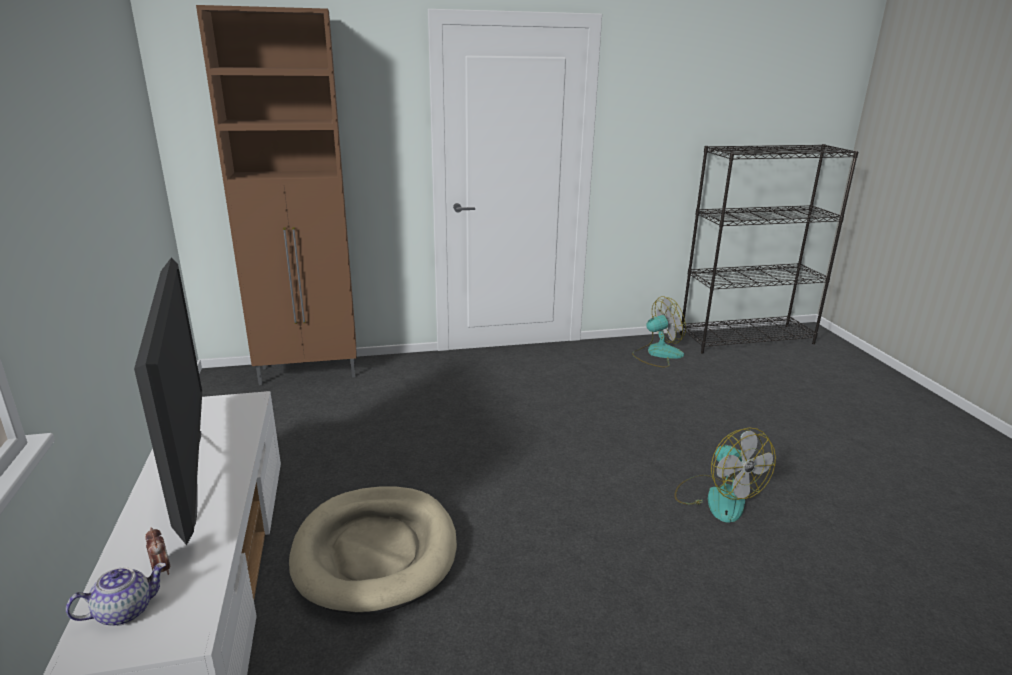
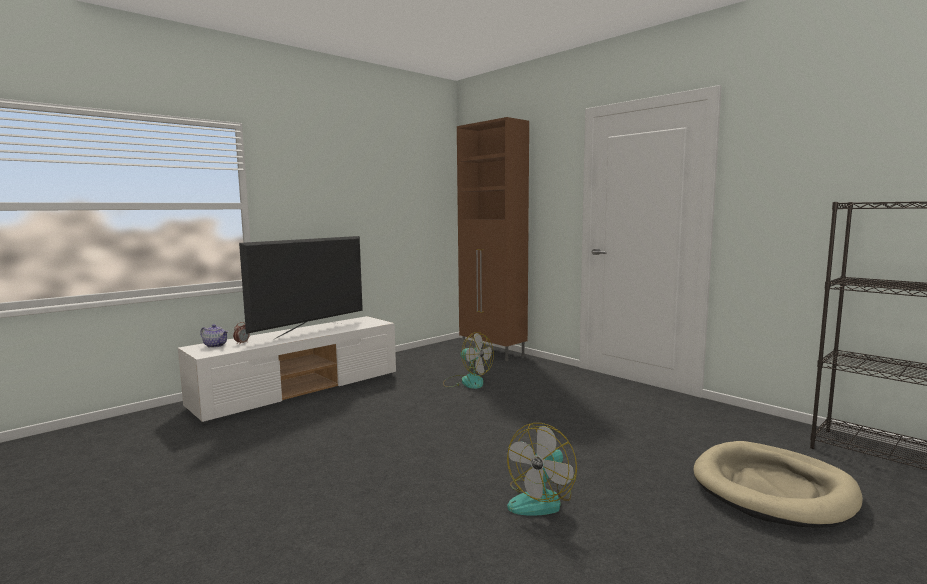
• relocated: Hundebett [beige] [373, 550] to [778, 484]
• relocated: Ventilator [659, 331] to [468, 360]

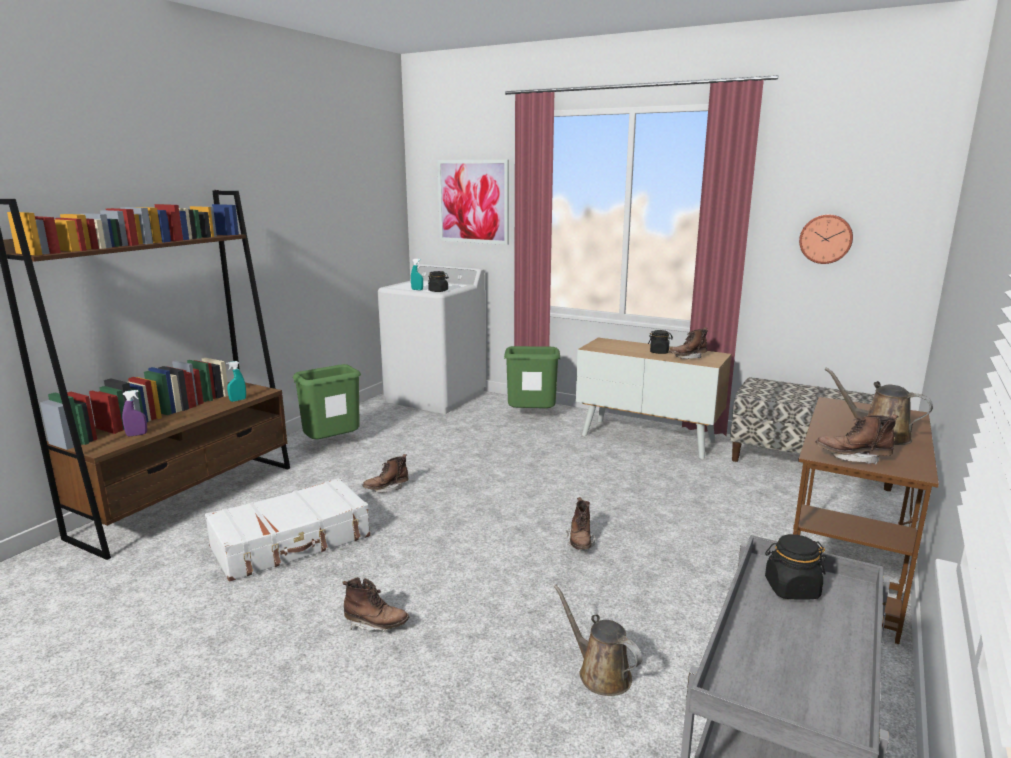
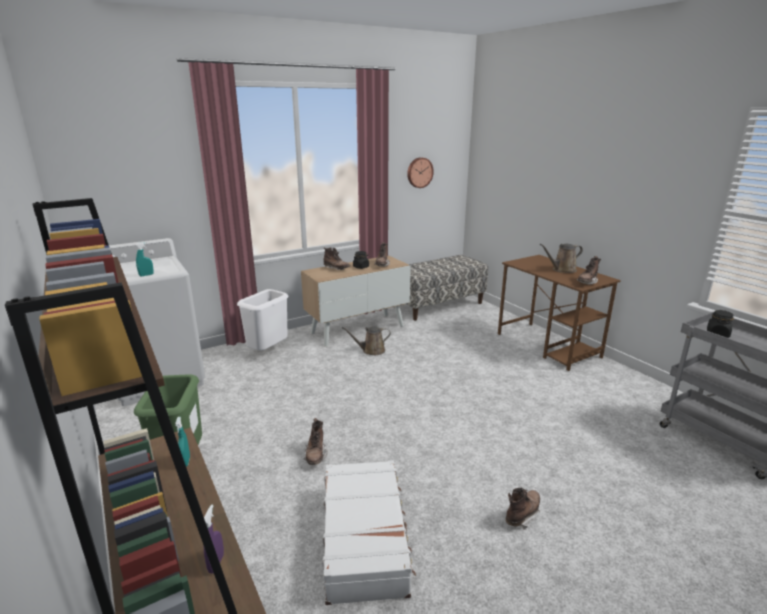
• missing: Vorratsglas [schwarz] [438, 281]
• missing: Bild [473, 202]
• colour: Mülleimer [grün] [532, 377] to Mülleimer [weiß] [263, 319]
• relocated: Gießkanne [braun] [598, 640] to [366, 340]
• relocated: Stiefel [braun] [580, 523] to [337, 259]

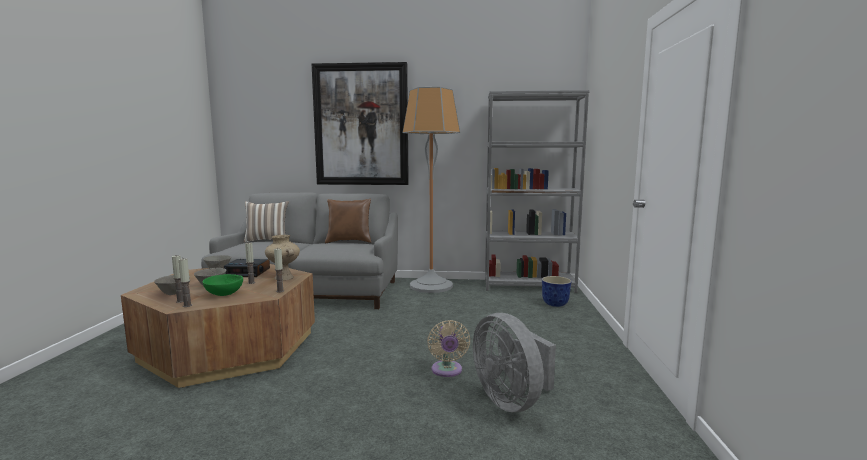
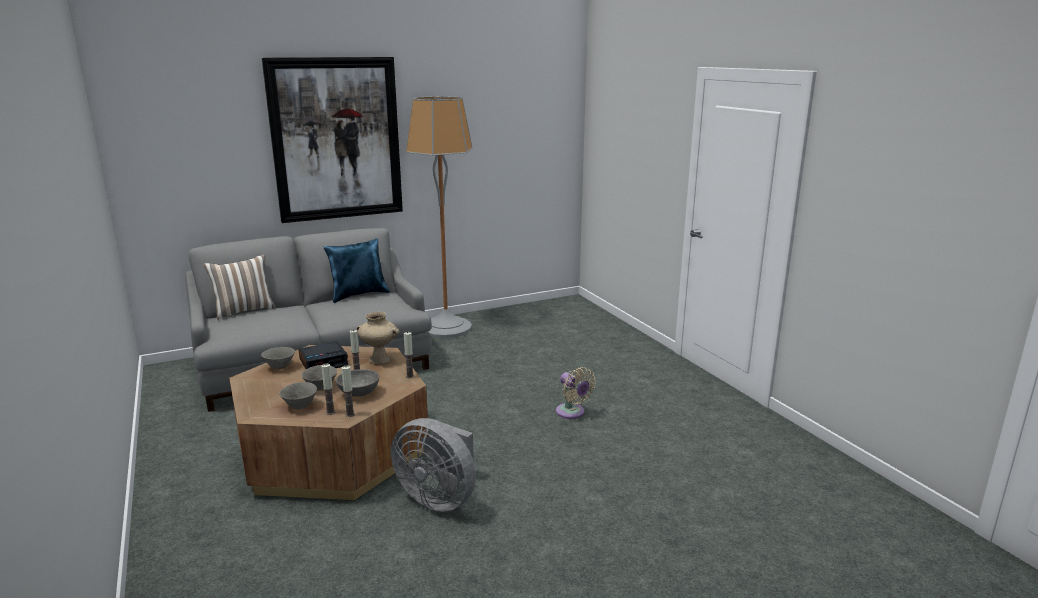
• colour: Schüssel [grün] [222, 285] to Schüssel [grau] [357, 383]
• colour: Kissen [braun] [348, 221] to Kissen [blau] [357, 270]
• relocated: Ventilator [grau] [514, 362] to [433, 465]
• missing: Bücherregal [grau] [537, 191]
• missing: Pflanzkübel [556, 291]

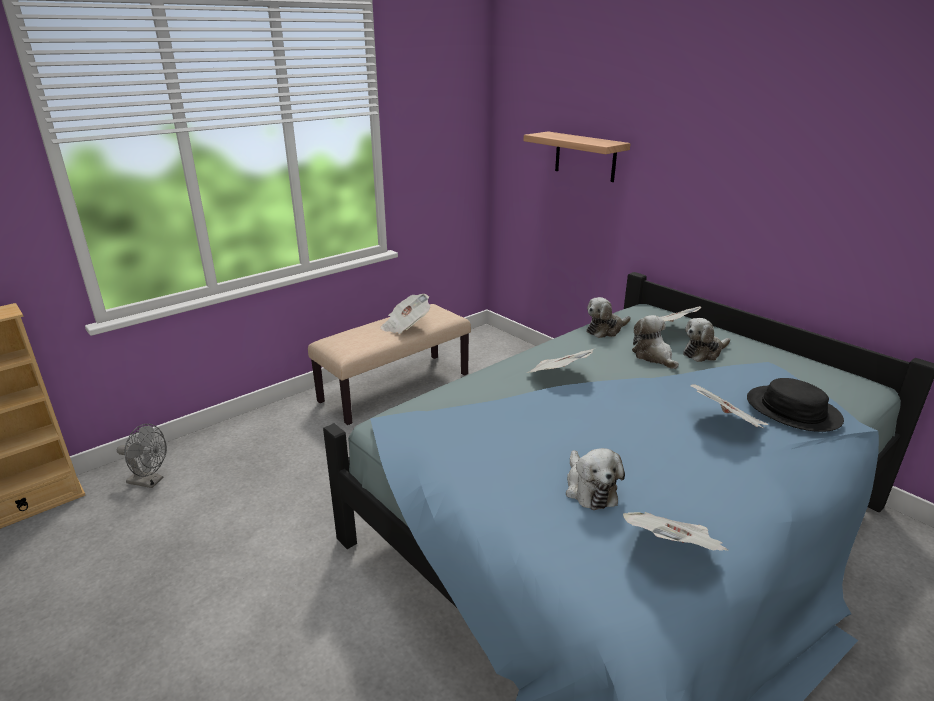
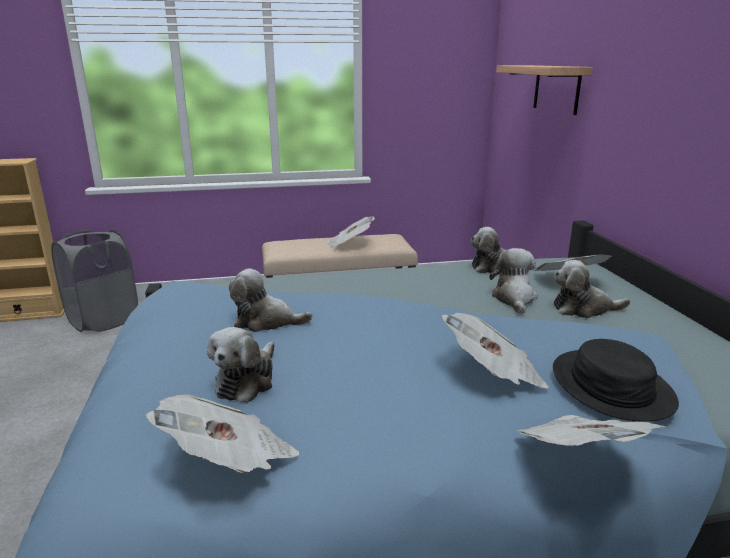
• exchanged: Ventilator [grau] [142, 456] to Wäschekorb [grau] [94, 281]
• relocated: Zeitung [560, 361] to [591, 430]
• appeared: Plüschtier [271, 300]

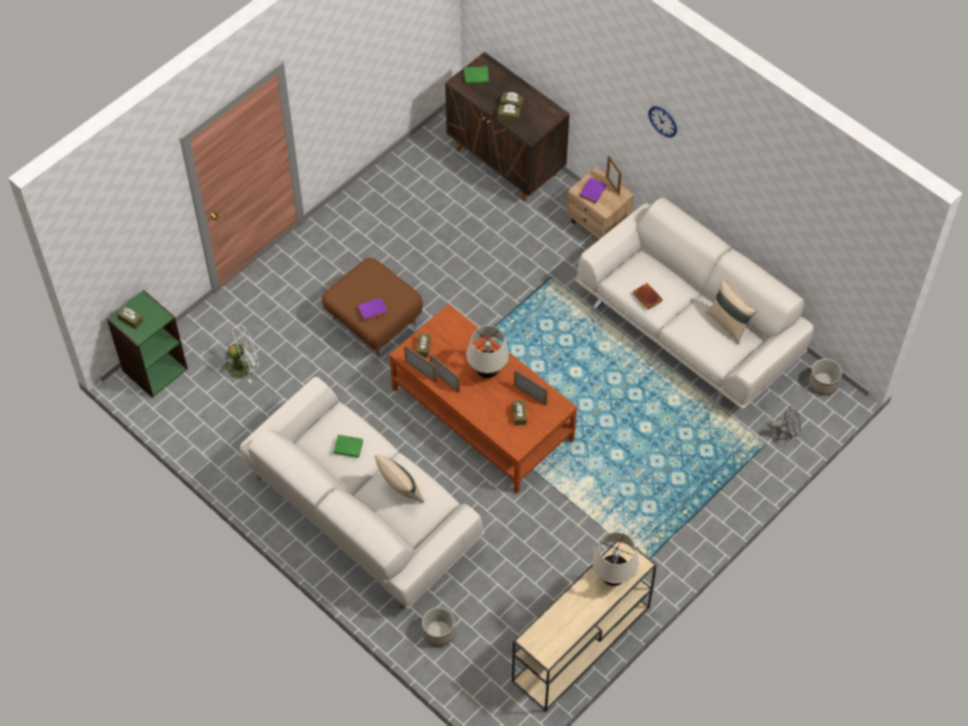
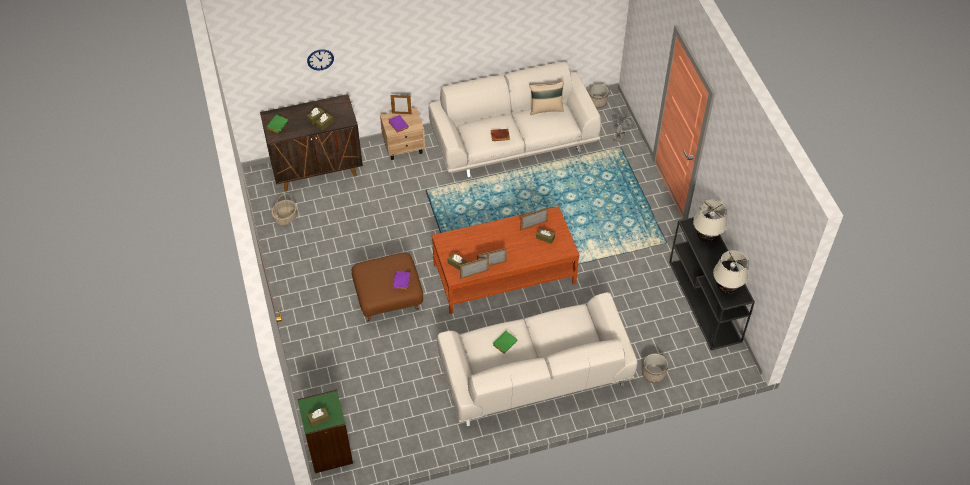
• missing: Ventilator [weiß] [239, 354]
• missing: Kissen [beige] [399, 479]
• relocated: Tischlampe [beige] [487, 352] to [730, 272]
• colour: Konsolentisch [beige] [584, 627] to Konsolentisch [schwarz] [712, 282]
• relocated: Wanduhr [662, 122] to [320, 60]
• appeared: Korb [284, 209]

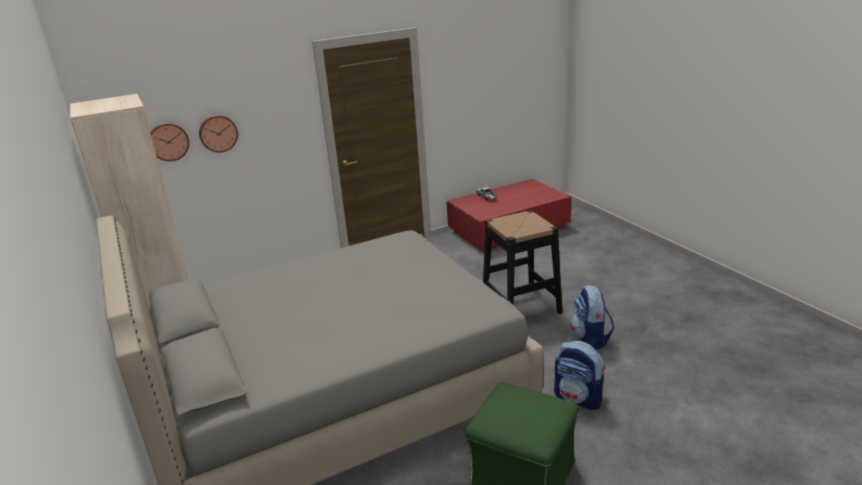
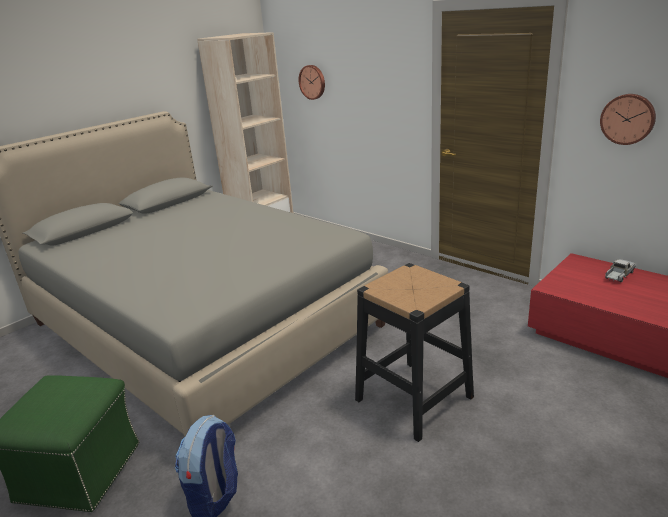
• relocated: Wanduhr [218, 134] to [628, 119]
• missing: Rucksack [593, 317]

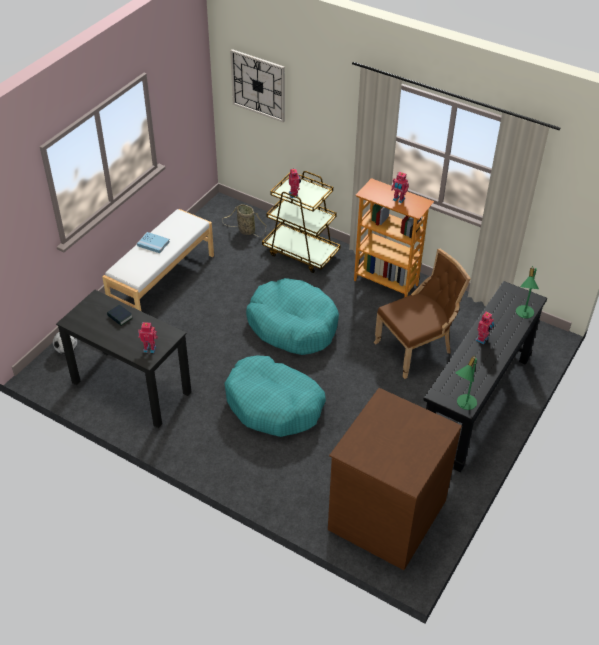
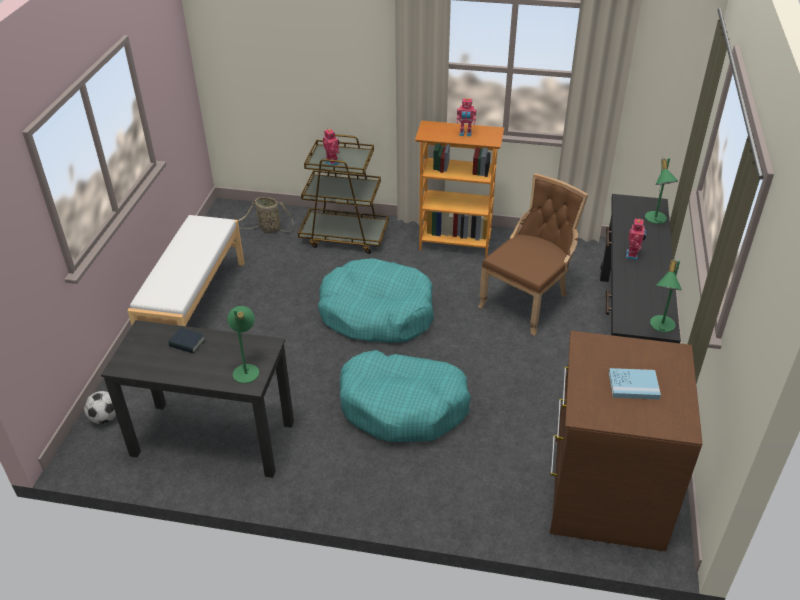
• relocated: Buch [blau] [153, 242] to [635, 384]
• exchanged: Spielzeugroboter [148, 337] to Tischlampe [grün] [243, 344]
• missing: Wanduhr [257, 85]

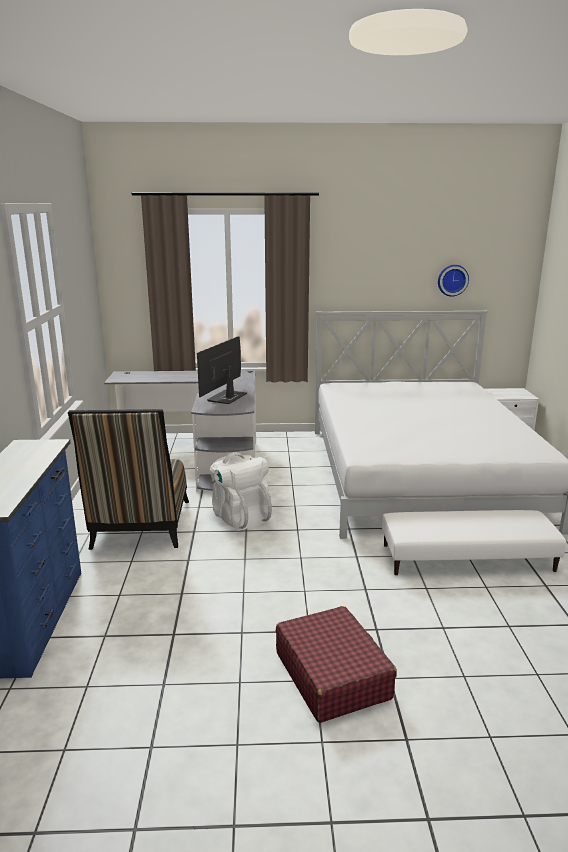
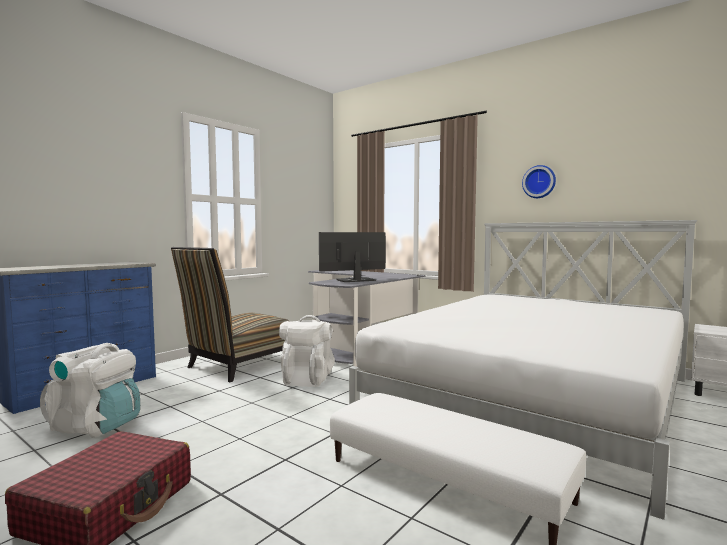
• relocated: Wanduhr [453, 281] to [539, 181]
• appeared: Rucksack [weiß] [90, 390]

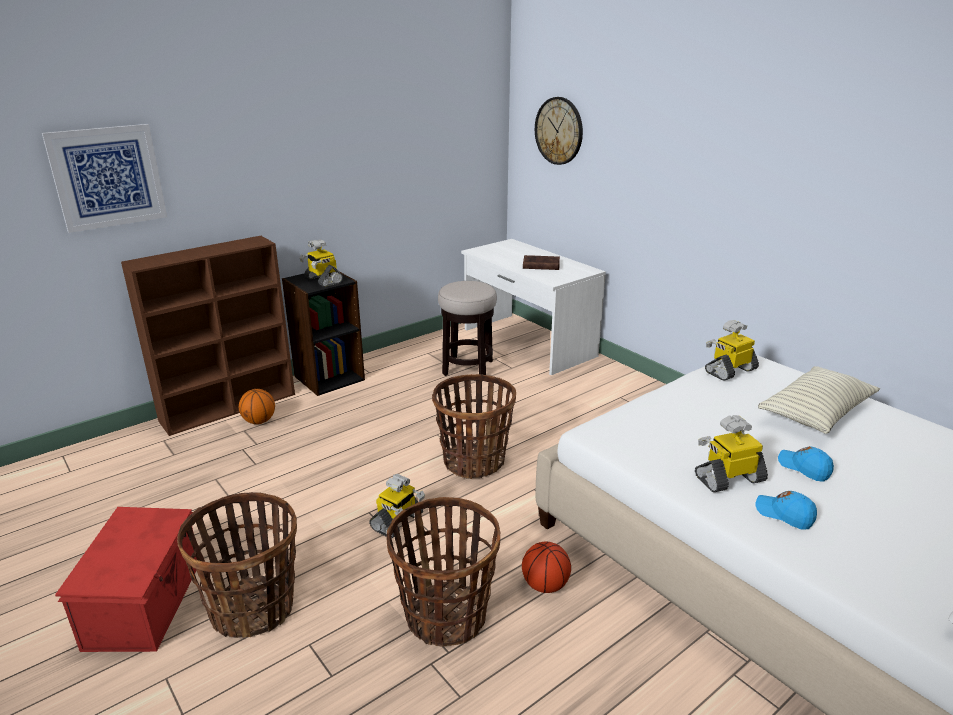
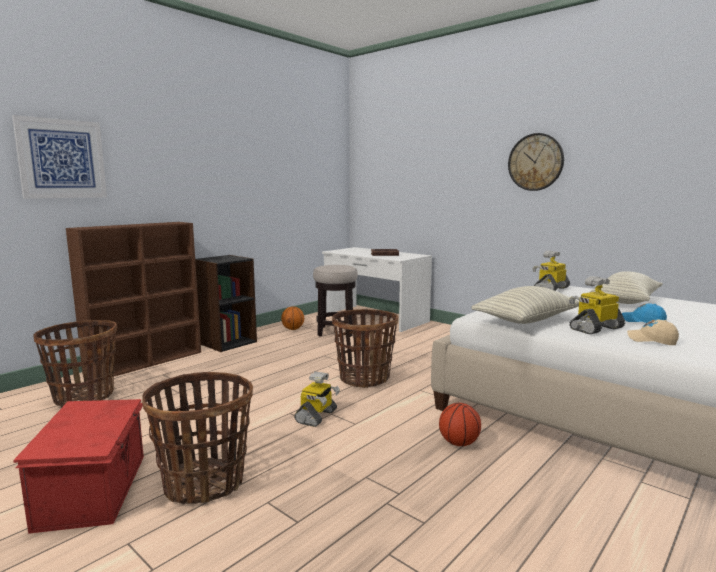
• relocated: Basketball [257, 406] to [292, 318]
• missing: Spielzeugroboter [321, 263]
• relocated: Korb [443, 572] to [75, 363]
• relocated: Wanduhr [559, 131] to [536, 162]
• colour: Kappe [blau] [786, 510] to Kappe [beige] [653, 332]
• appeared: Kissen [525, 305]

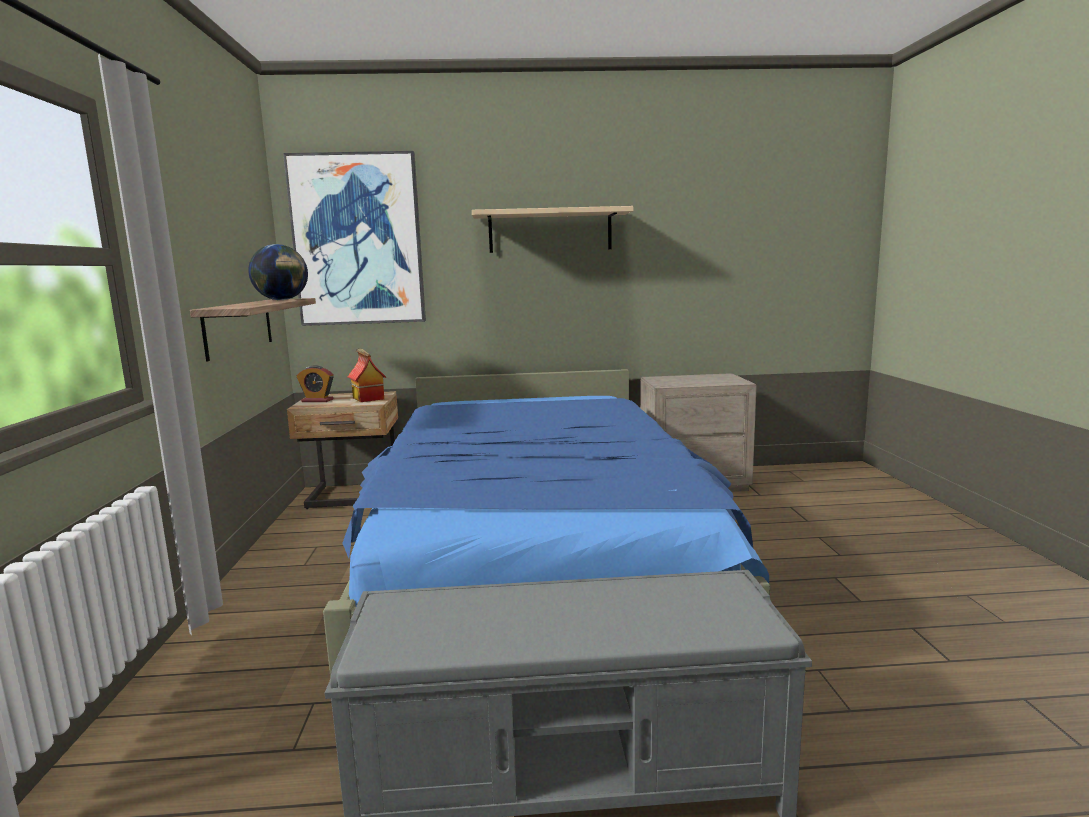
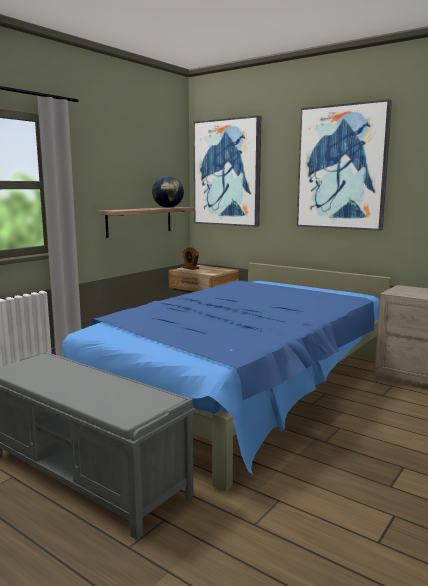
• missing: Spielzeughaus [367, 375]
• exchanged: Wandregal [beige] [552, 229] to Bild [344, 165]

